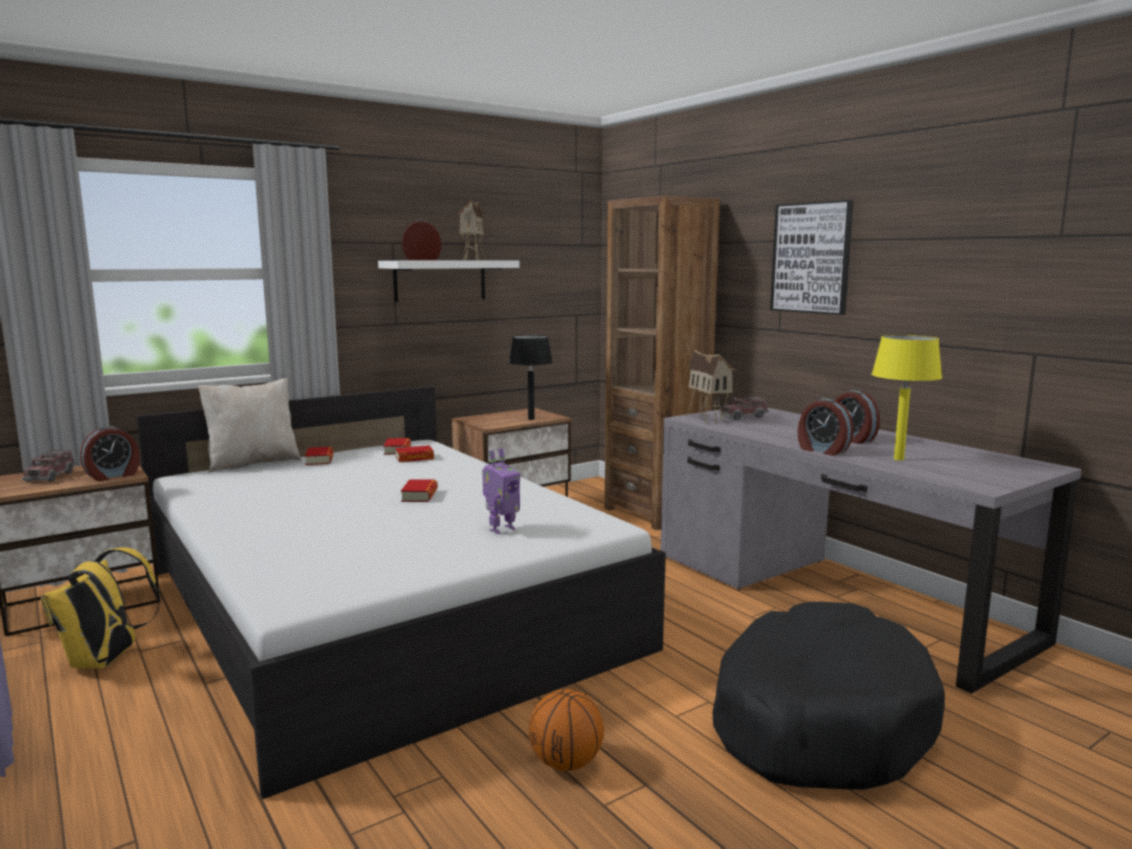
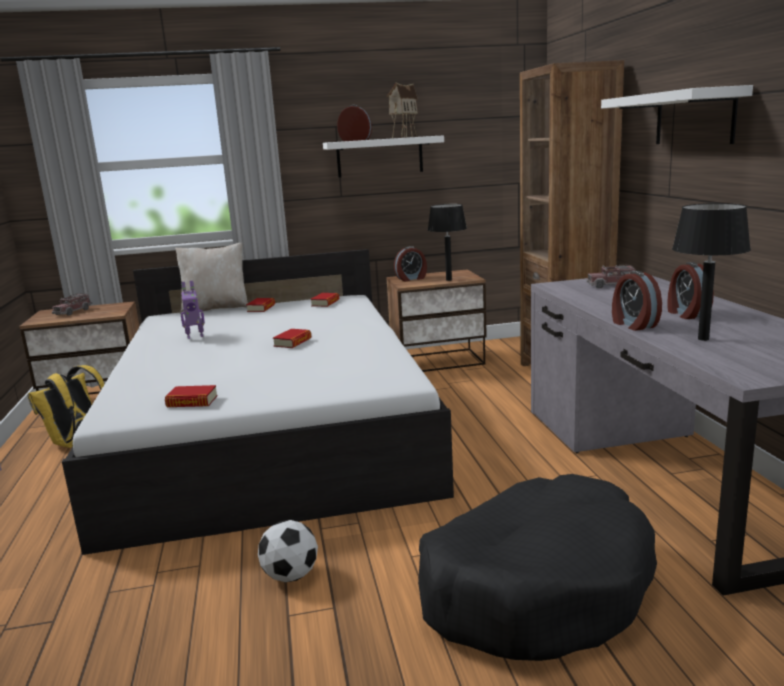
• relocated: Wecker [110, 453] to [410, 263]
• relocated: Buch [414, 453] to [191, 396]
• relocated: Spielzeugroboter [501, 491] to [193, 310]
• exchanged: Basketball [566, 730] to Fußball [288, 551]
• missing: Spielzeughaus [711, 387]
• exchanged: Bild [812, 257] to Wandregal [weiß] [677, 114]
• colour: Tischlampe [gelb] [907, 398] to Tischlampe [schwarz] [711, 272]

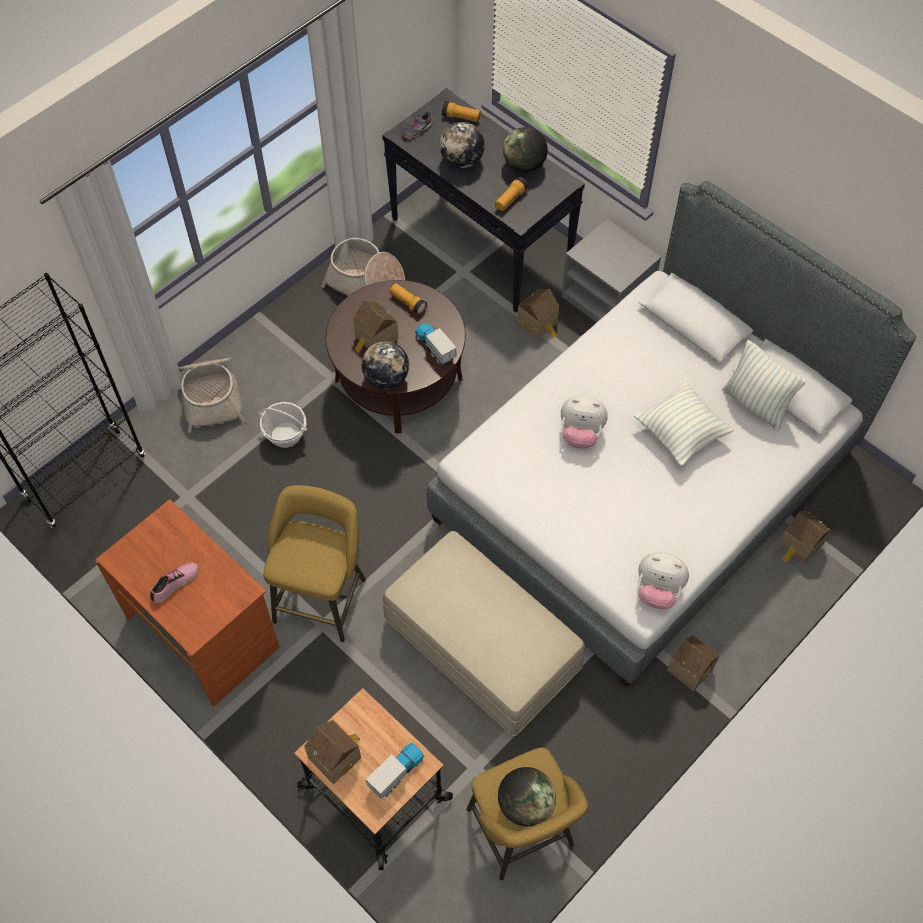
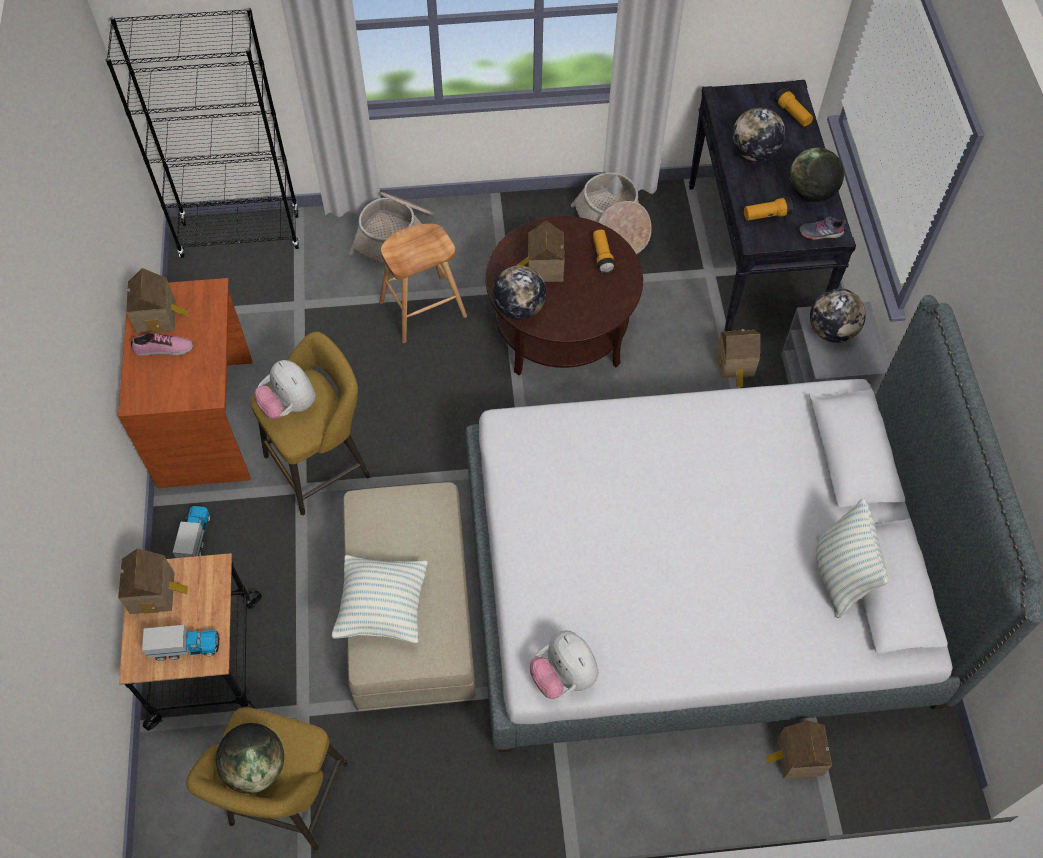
• exchanged: Korb [282, 425] to Hocker [braun] [423, 283]
• relocated: Schuh [grau] [416, 125] to [822, 228]
• relocated: Spielzeuglaster [436, 344] to [191, 532]
• relocated: Plüschtier [584, 422] to [285, 390]
• relocated: Kissen [684, 424] to [380, 599]
• relocated: Spielzeughaus [693, 663] to [157, 301]
• appeared: Globus [838, 315]

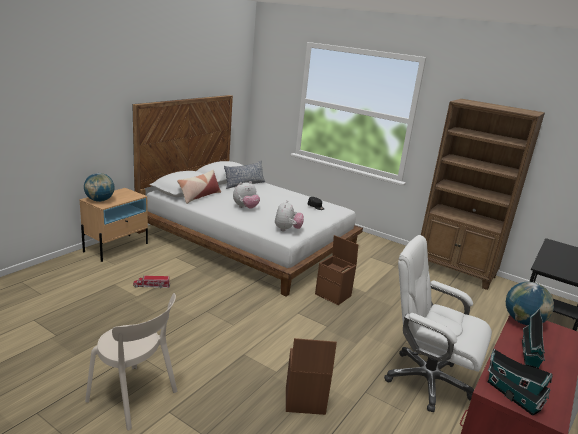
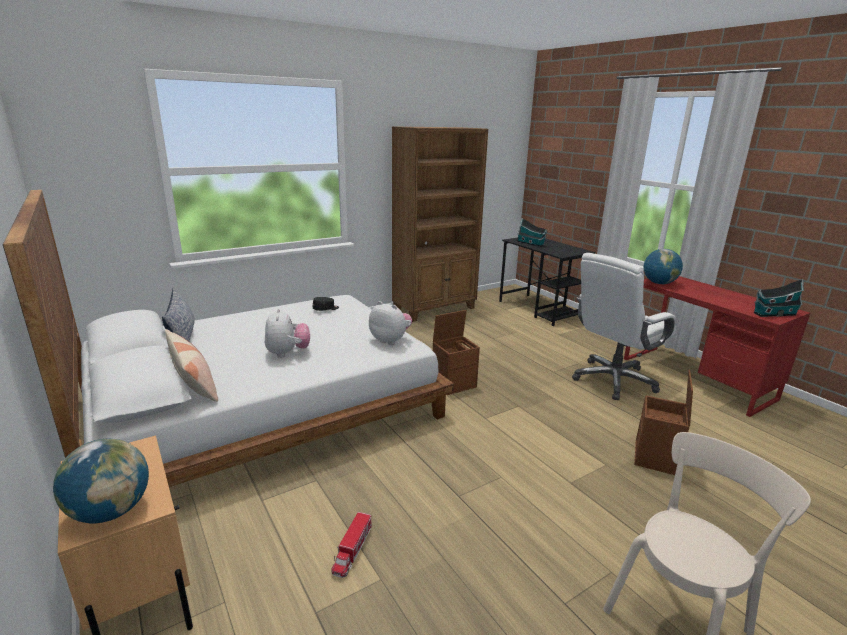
• relocated: Spielzeughaus [533, 338] to [532, 232]

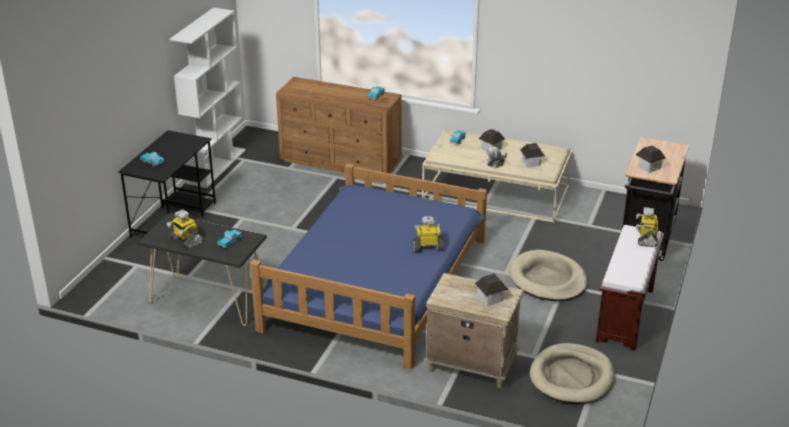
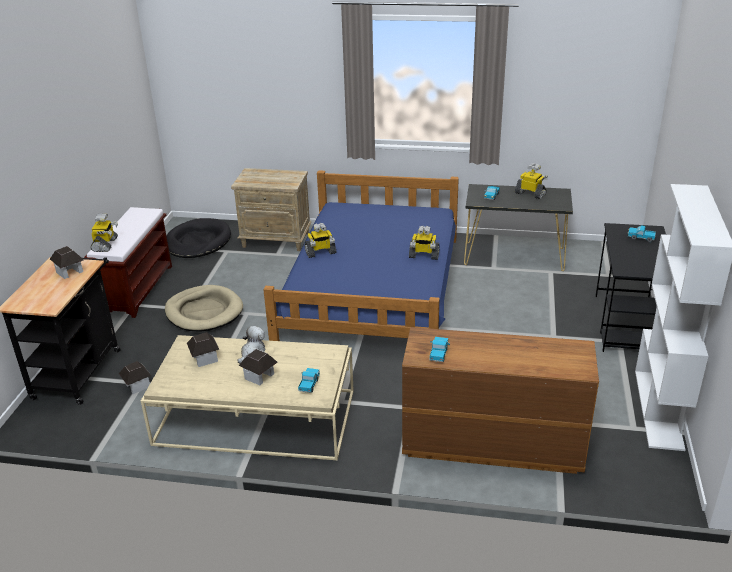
• relocated: Spielzeughaus [491, 289] to [135, 377]
• colour: Hundebett [beige] [572, 373] to Hundebett [schwarz] [199, 238]
• appeared: Spielzeugroboter [424, 243]

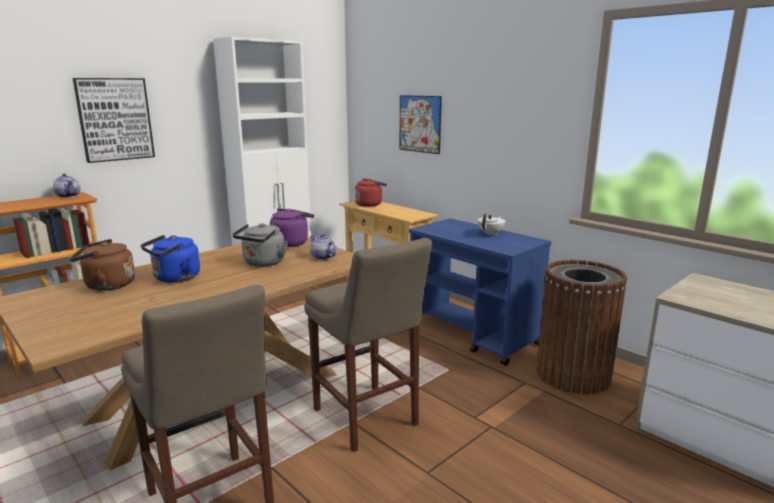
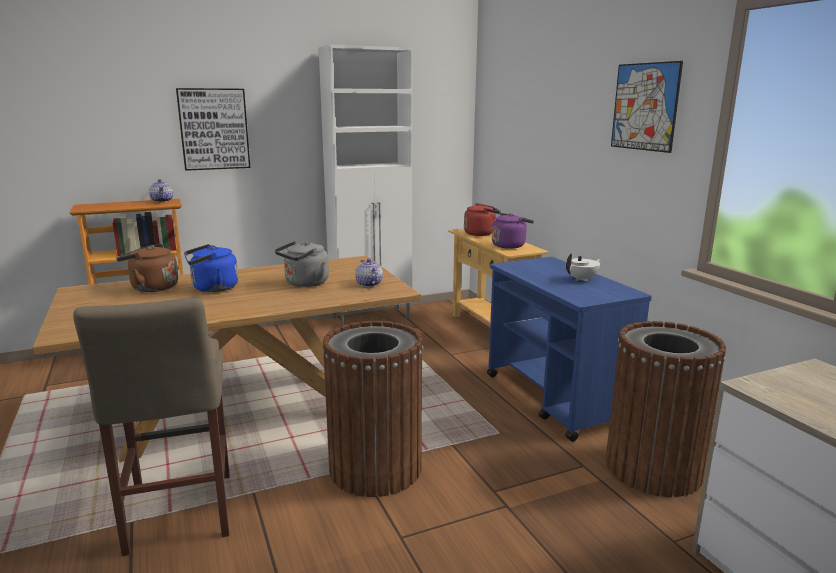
• relocated: Wasserkessel [lila] [292, 227] to [513, 231]
• exchanged: Hocker [beige] [368, 345] to Mülleimer [braun] [372, 409]
• relocated: Bild [421, 124] to [647, 107]

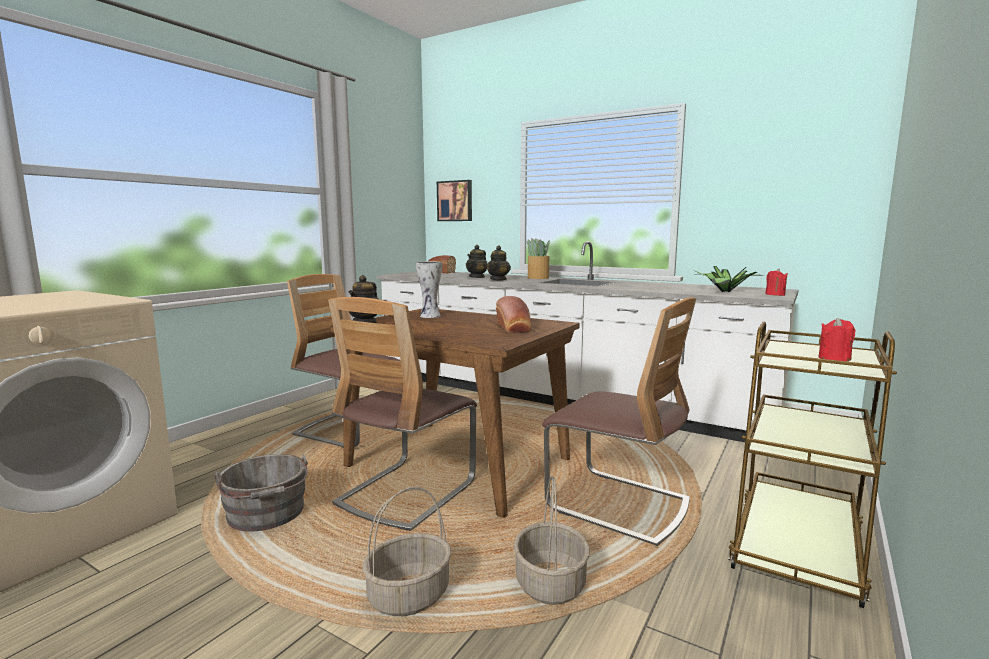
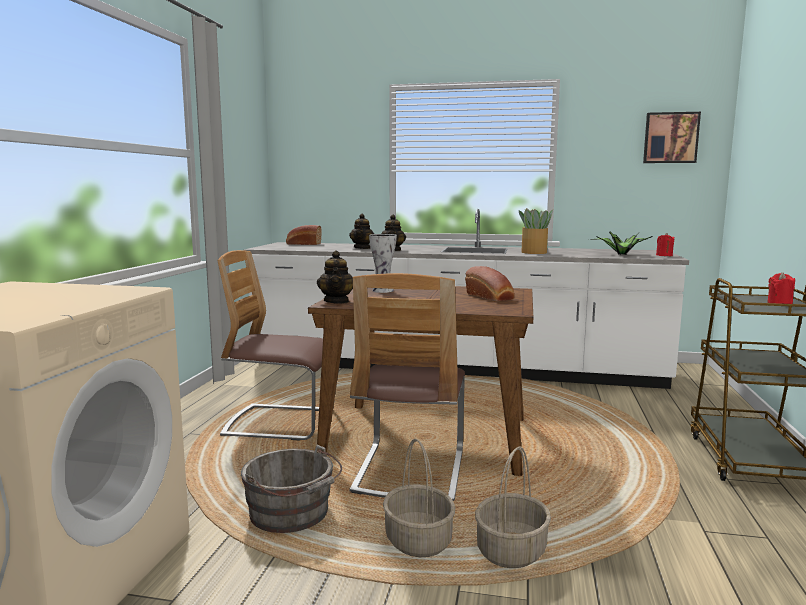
• relocated: Bild [454, 200] to [672, 137]
• relocated: Korb [552, 540] to [419, 498]
• relocated: Topfpflanze [538, 258] to [536, 231]
• missing: Stuhl [619, 421]

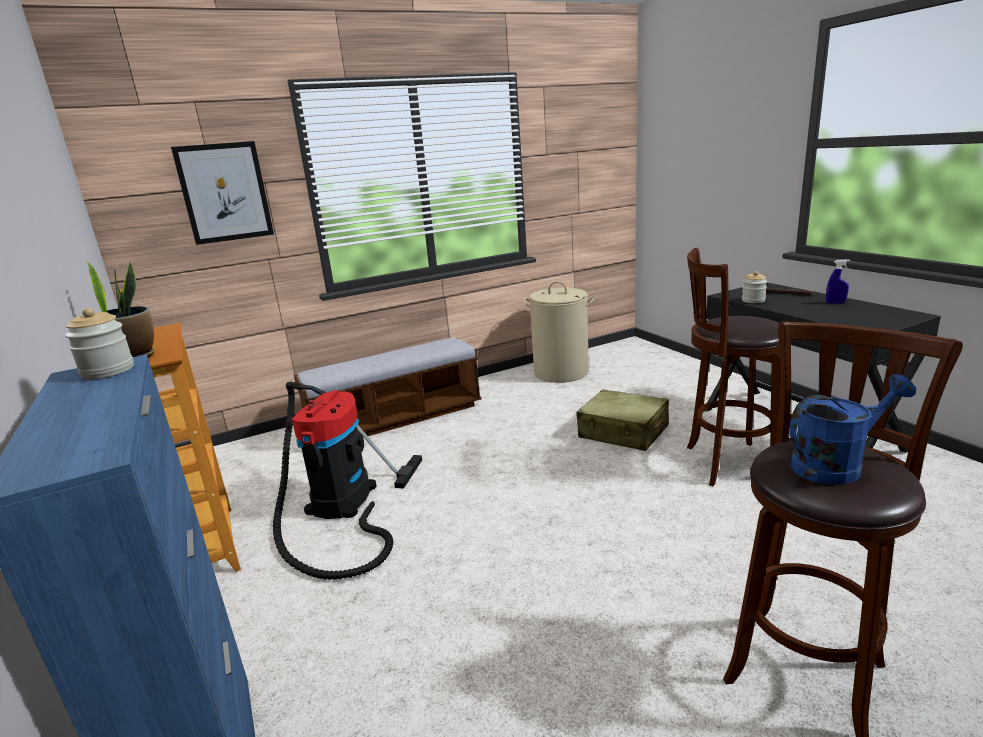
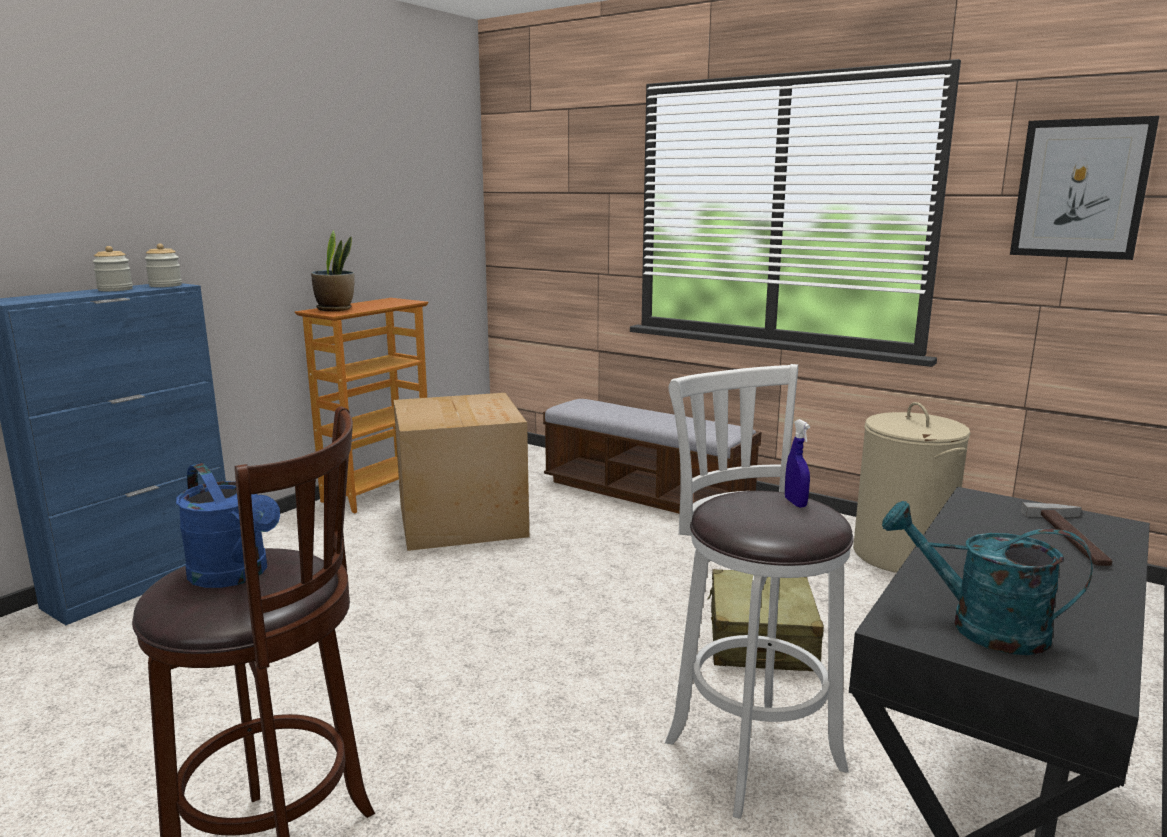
• relocated: Bild [222, 193] to [1084, 188]
• exchanged: Staubsauger [347, 481] to Karton [461, 472]
• colour: Hocker [braun] [733, 367] to Hocker [weiß] [759, 591]
• relocated: Vorratsglas [754, 287] to [112, 268]
• relocated: Sprühflasche [blau] [838, 281] to [797, 463]
• appeared: Gießkanne [türkis] [987, 578]

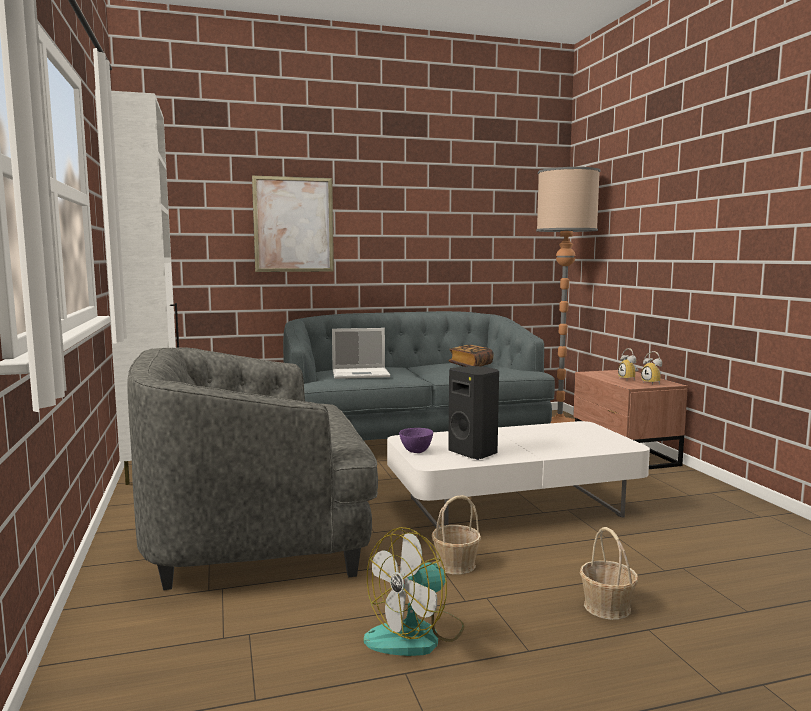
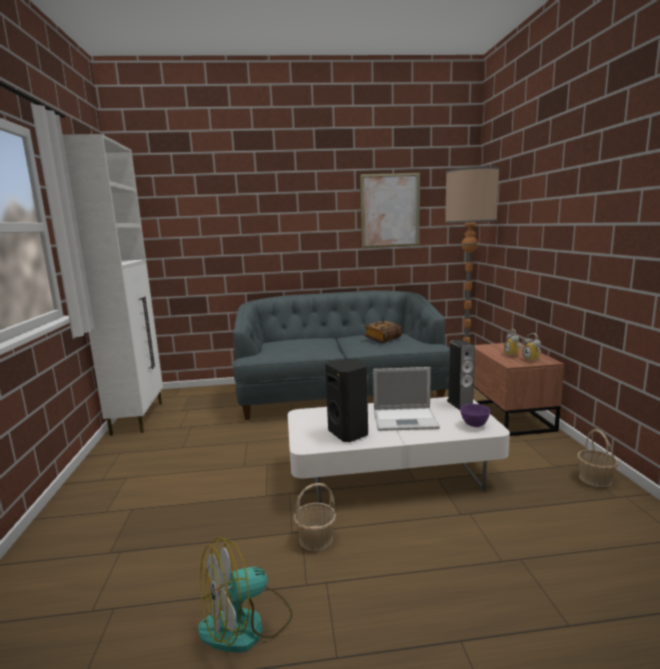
• missing: Sessel [grau] [252, 468]
• relocated: Bild [293, 223] to [390, 210]
• relocated: Laptop [361, 353] to [406, 399]
• relocated: Schüssel [lila] [416, 440] to [475, 415]
• relocated: Korb [609, 573] to [597, 458]
• appeared: Lautsprecher [461, 375]

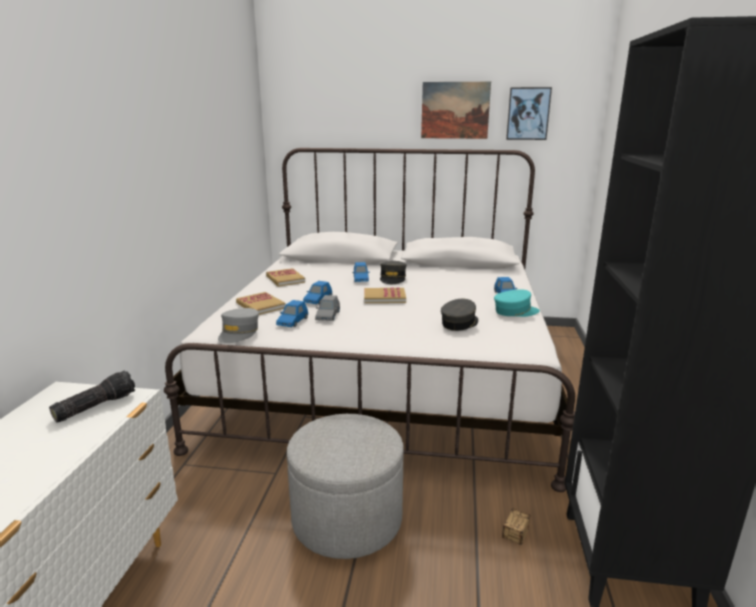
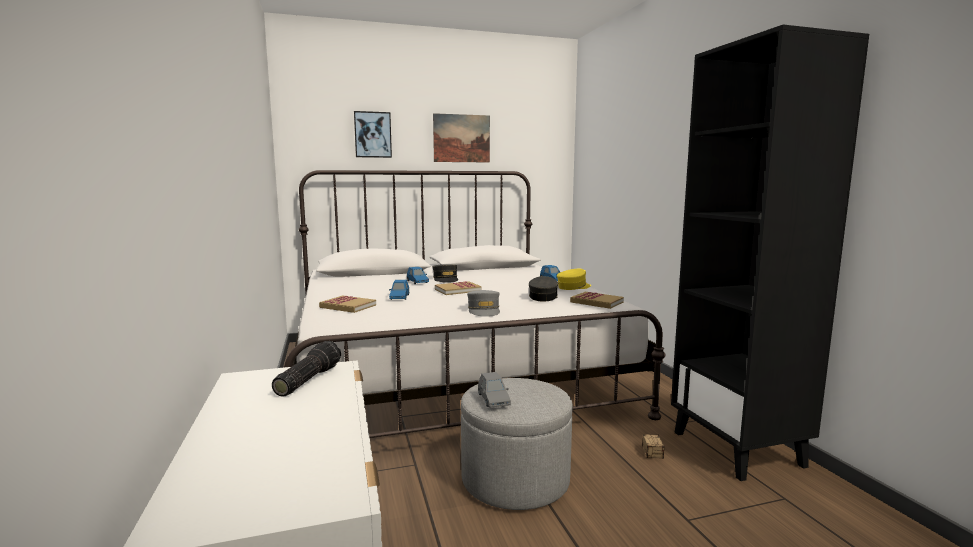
• relocated: Kappe [grau] [238, 325] to [483, 303]
• relocated: Buch [285, 277] to [597, 300]
• missing: Spielzeugauto [blau] [292, 313]
• relocated: Spielzeugauto [grau] [327, 308] to [494, 390]
• colour: Kappe [türkis] [517, 303] to Kappe [gelb] [574, 279]
• relocated: Bild [529, 113] to [373, 134]

